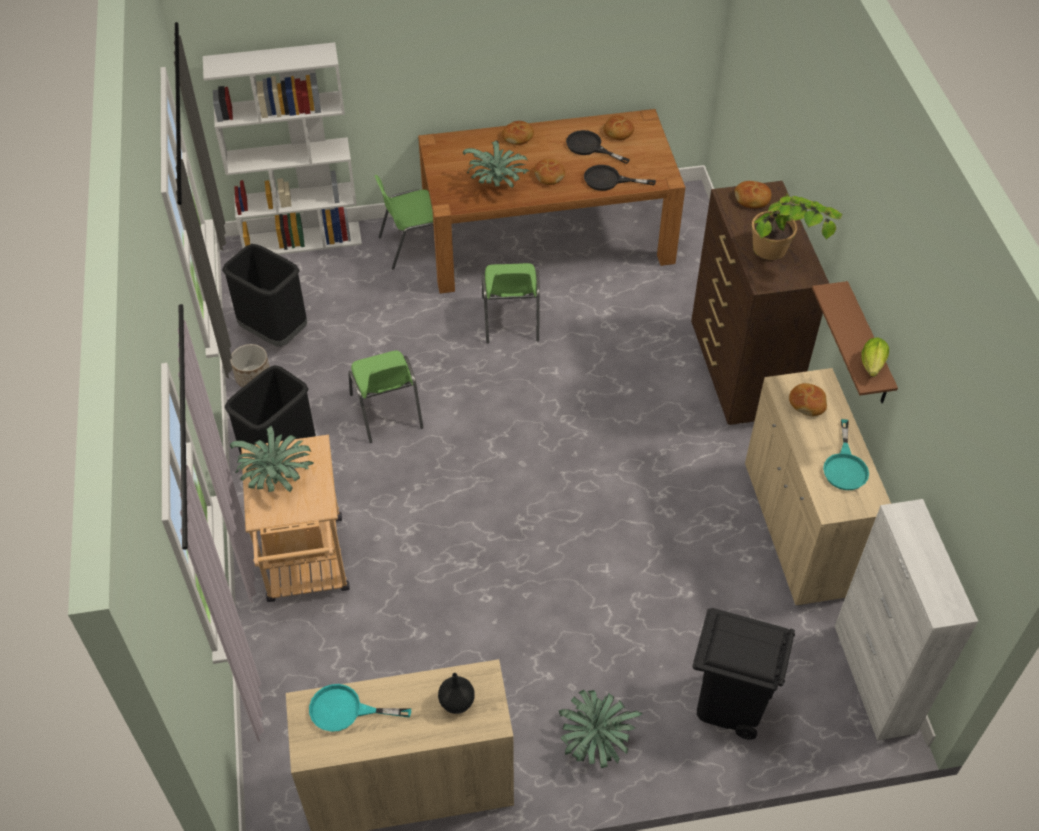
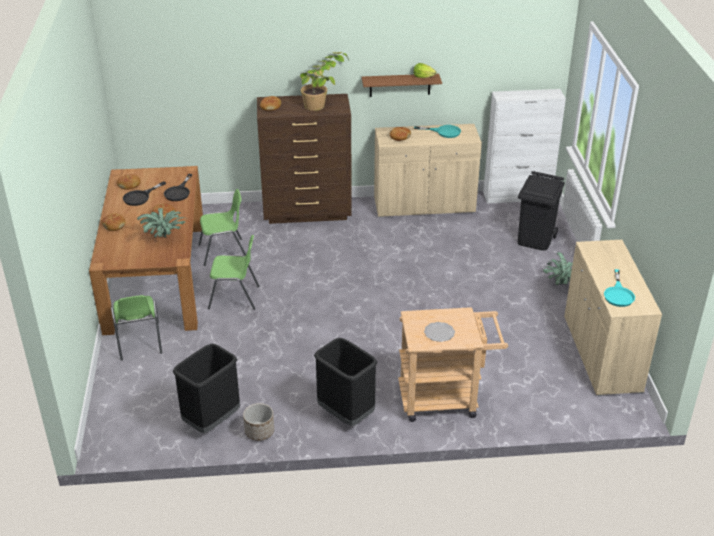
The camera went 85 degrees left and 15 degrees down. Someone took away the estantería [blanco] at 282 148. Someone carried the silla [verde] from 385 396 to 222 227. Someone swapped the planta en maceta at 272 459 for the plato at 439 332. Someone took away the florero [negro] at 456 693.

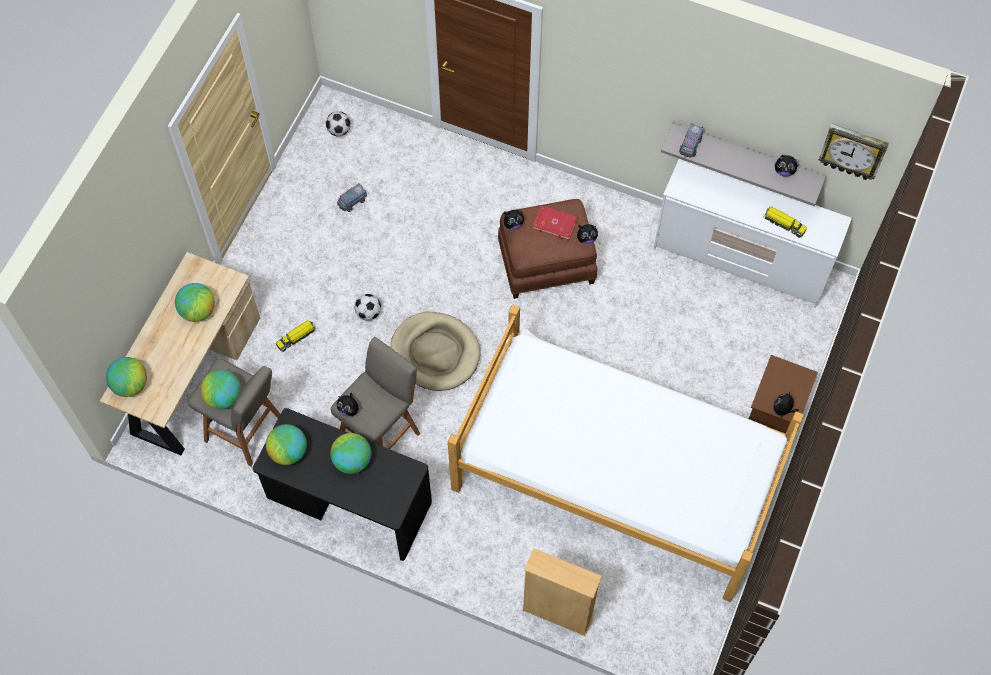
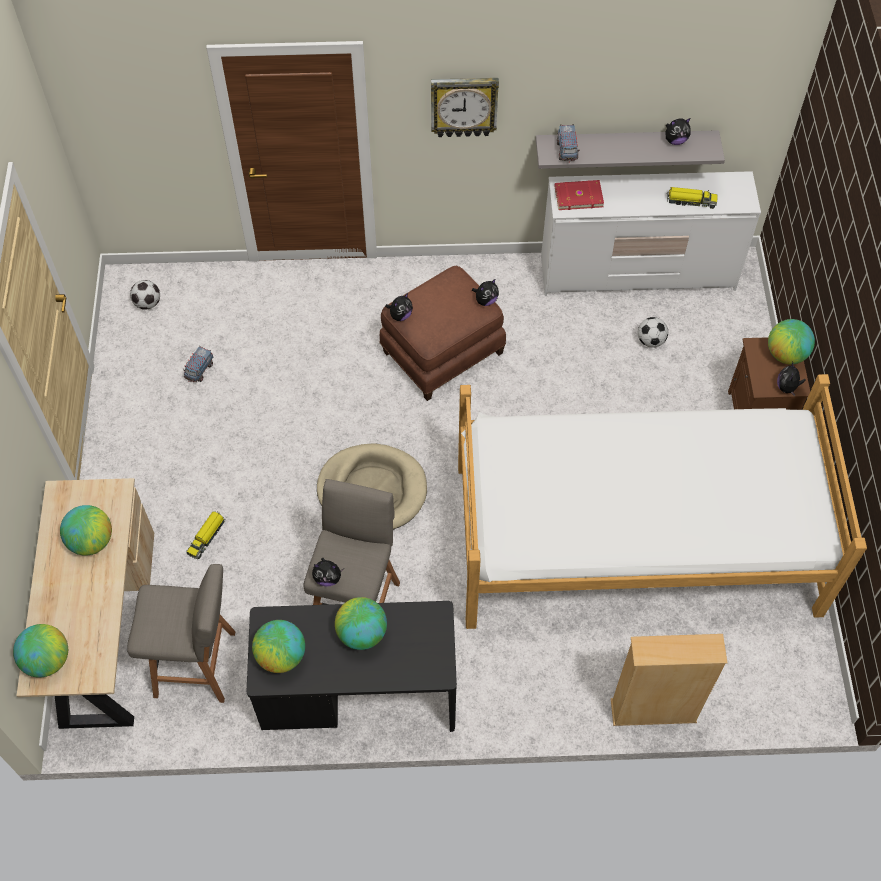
The camera went 25 degrees left and 5 degrees down. Someone carried the reloj de pared from 854 152 to 465 107. Someone carried the libro [rojo] from 555 223 to 579 195. Someone carried the balón de fútbol from 367 307 to 653 332. Someone carried the globo terráqueo from 221 389 to 791 341.

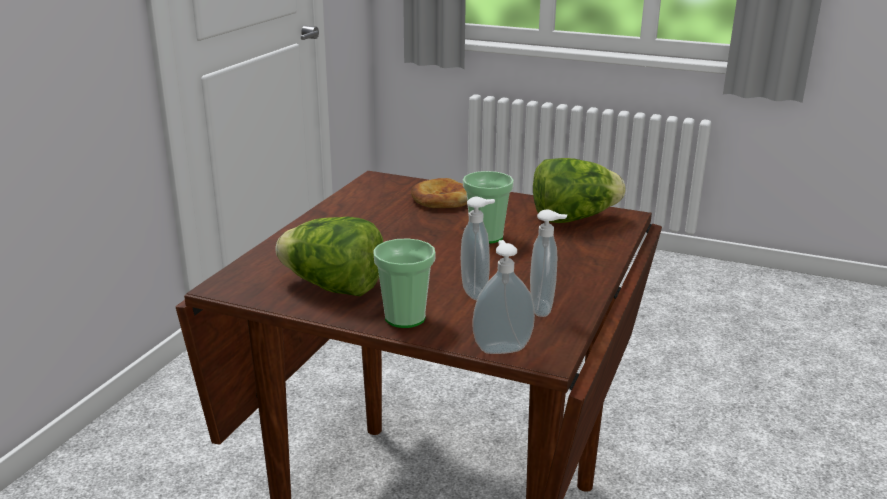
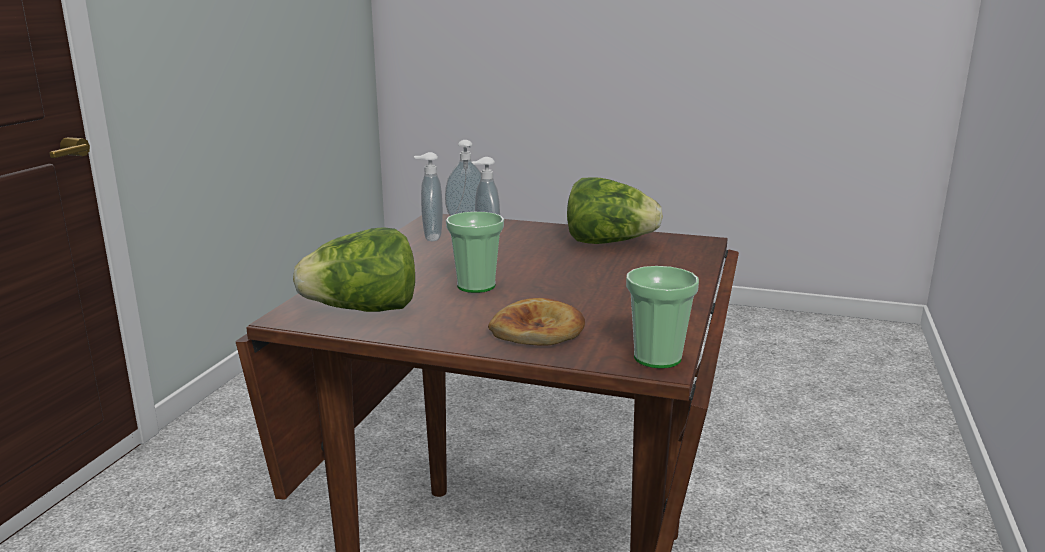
The camera went 175 degrees right and 5 degrees down. Someone carried the taza from 404 283 to 662 317.

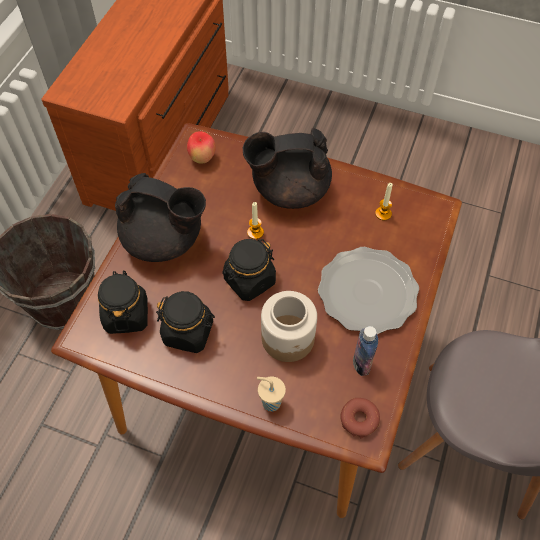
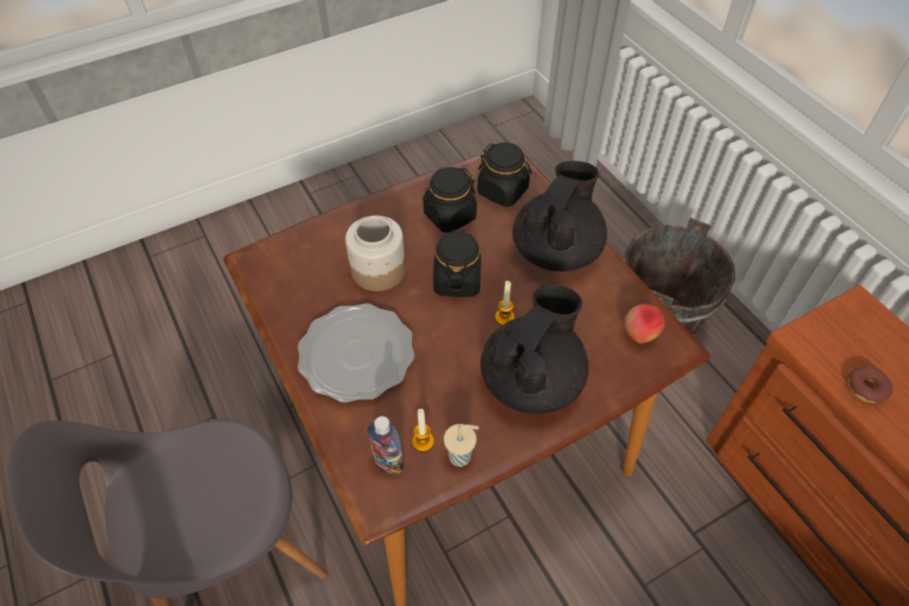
The camera went 130 degrees right and 5 degrees down. Someone rotated the tetera [negro] at 160 217 by 150 degrees clockwise. Someone carried the botella from 365 351 to 385 445. Someone carried the taza [beis] from 271 394 to 461 445. Someone carried the rosquilla from 360 418 to 870 385.

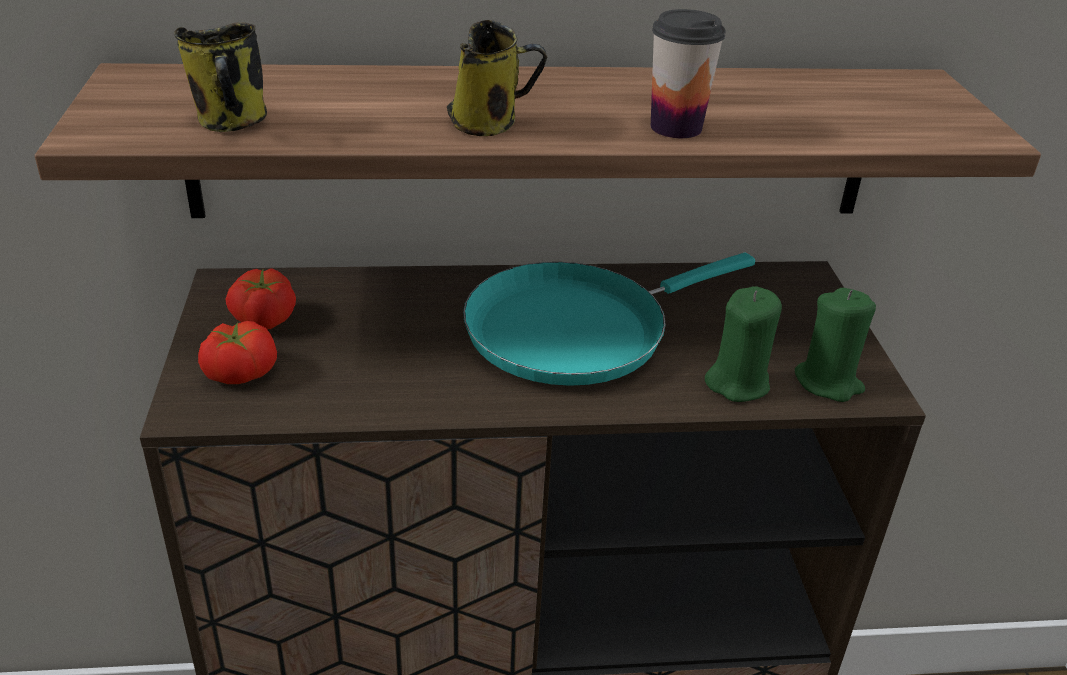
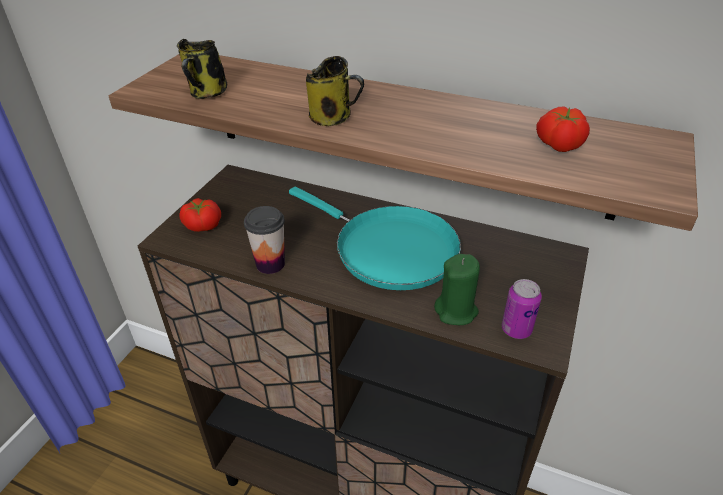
The camera went 30 degrees right and 5 degrees up. Someone carried the taza from 688 73 to 264 240. Someone rotated the sartén [turquesa] at 609 319 by 135 degrees counterclockwise. Someone carried the tomate from 260 299 to 563 129. Someone swapped the vela [verde] at 835 345 for the lata at 522 309.

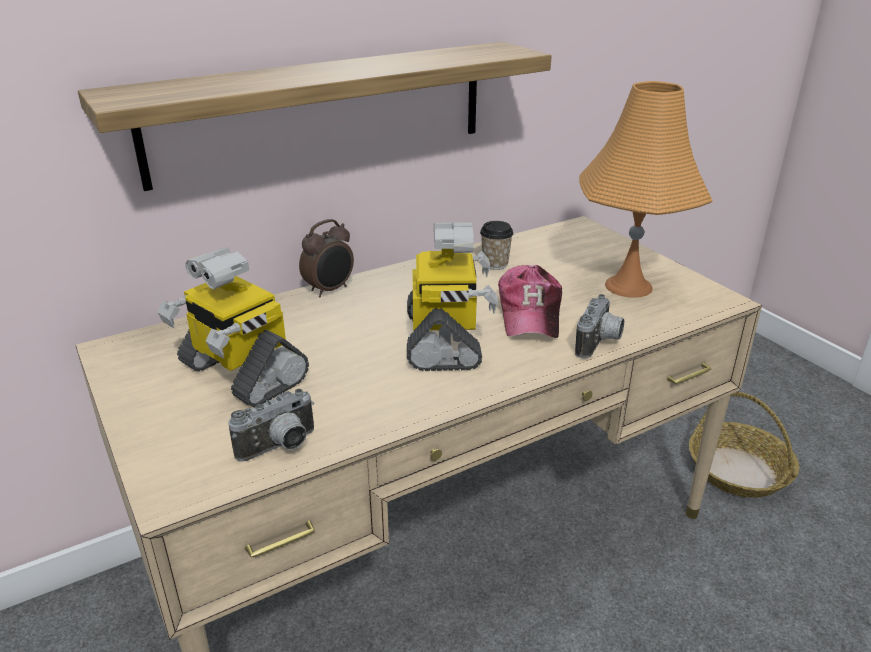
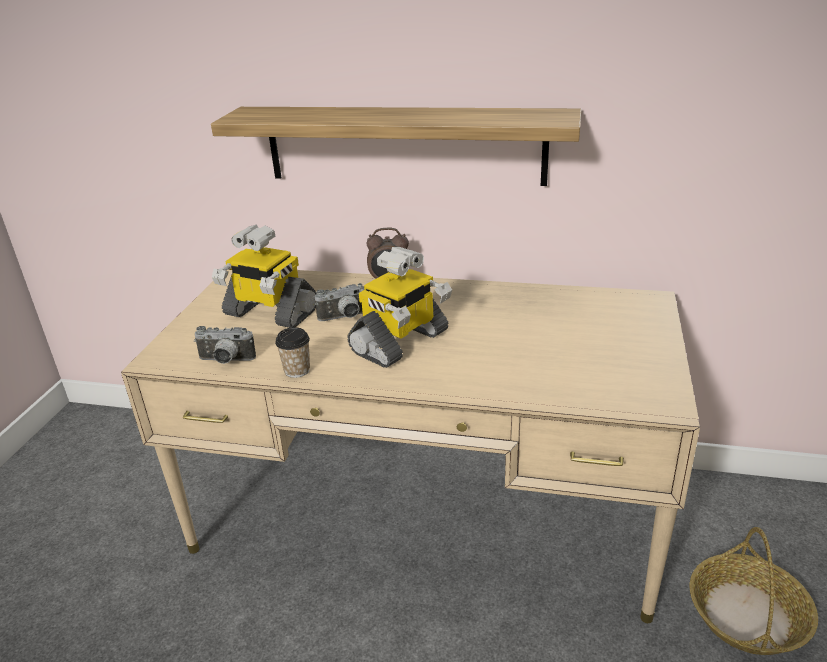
The camera went 45 degrees right and 0 degrees up. Someone took away the lámpara de mesa [naranja] at 645 189. Someone carried the taza from 496 245 to 292 352. Someone rotated the robot de juguete at 233 328 by 60 degrees counterclockwise. Someone took away the gorra at 530 301. Someone carried the cámara from 599 326 to 339 302.

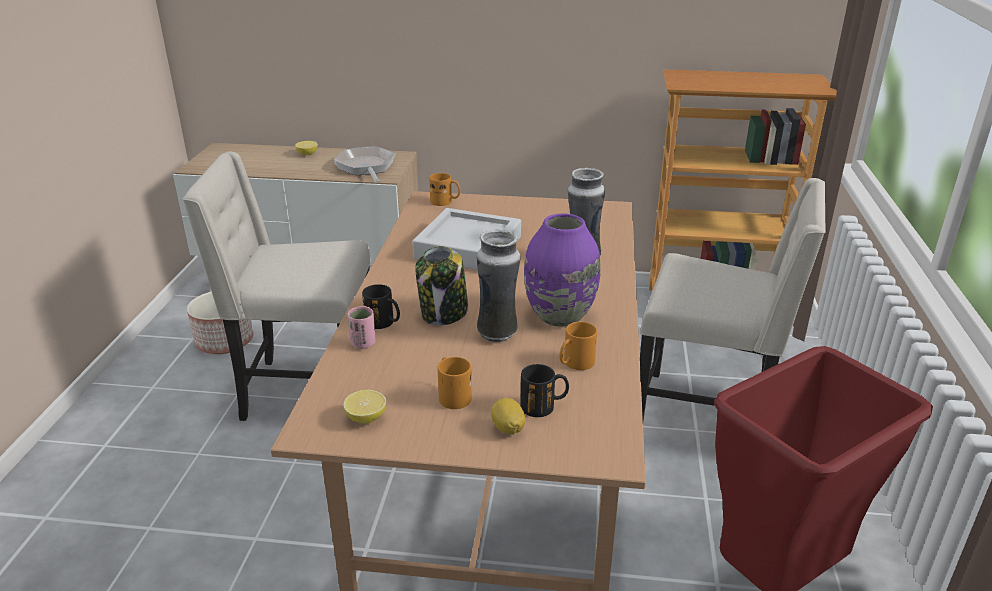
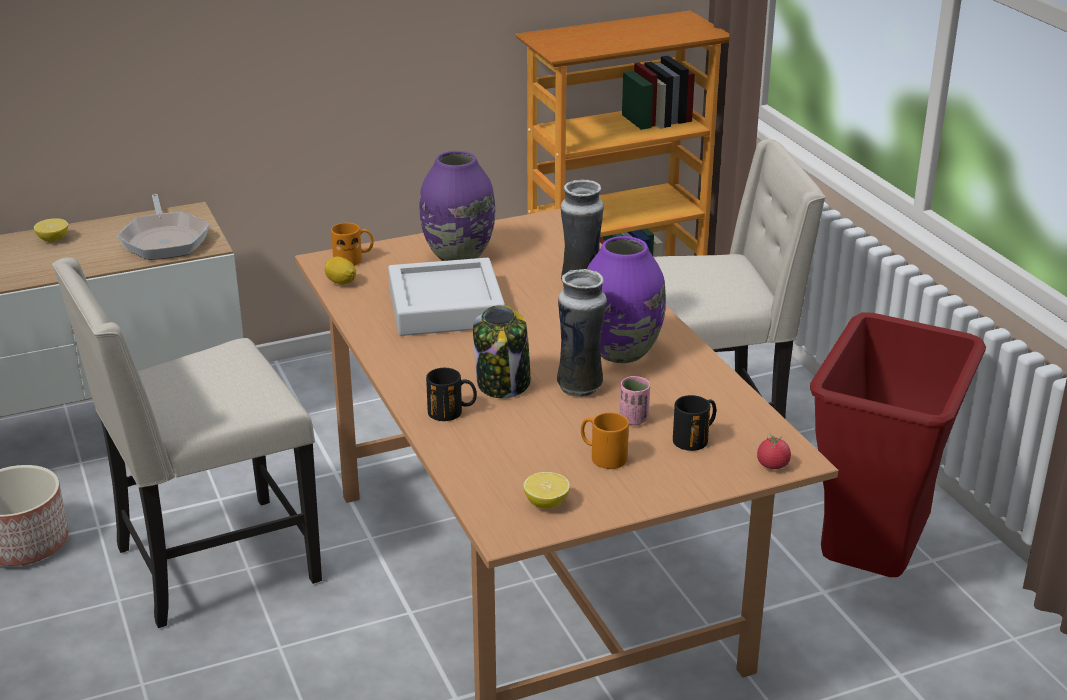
The camera went 30 degrees left and 0 degrees up. Someone rotated the sartén at 365 164 by 150 degrees counterclockwise. Someone carried the taza [rosa] from 362 327 to 634 400. Someone took away the taza grande [naranja] at 578 346. Someone carried the limón from 508 416 to 340 271. Someone put down the florero [morado] at 457 206. Someone put down the tomate at 774 451.

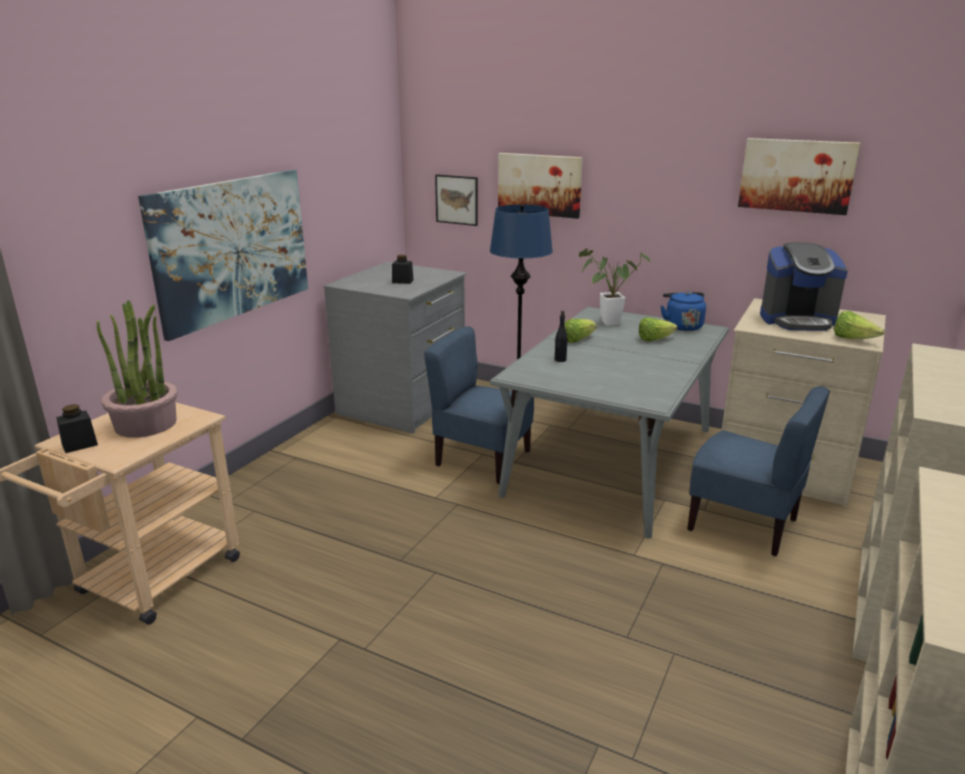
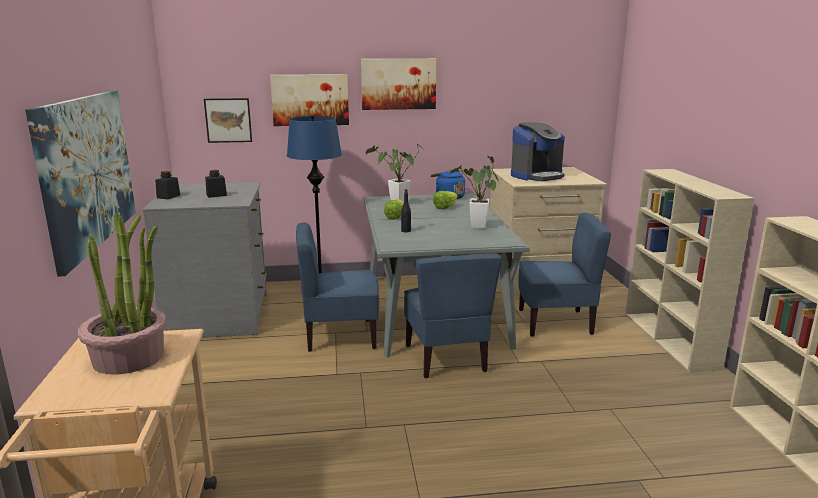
The camera went 35 degrees left and 5 degrees down. Someone carried the cuadro from 799 176 to 398 84. Someone took away the lechuga at 859 325. Someone carried the tarro [negro] from 77 428 to 167 185. Someone put down the planta en maceta at 474 192. Someone put down the silla [azul] at 453 316.

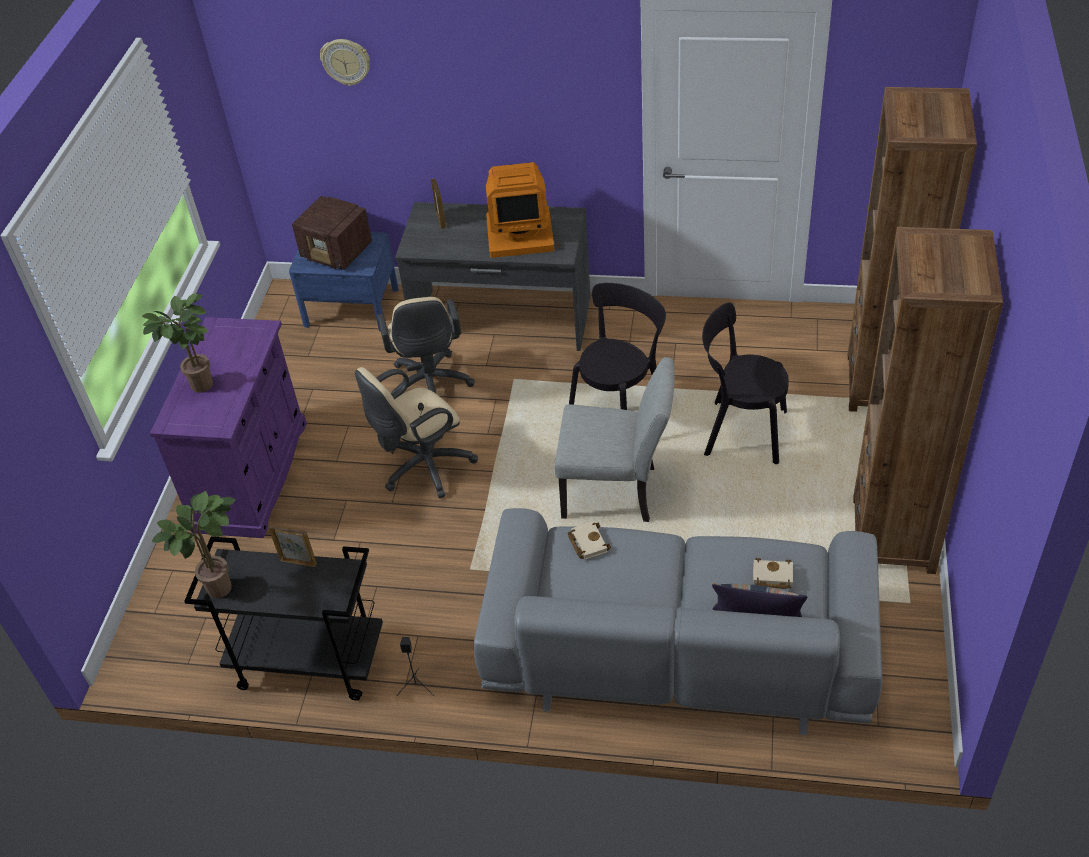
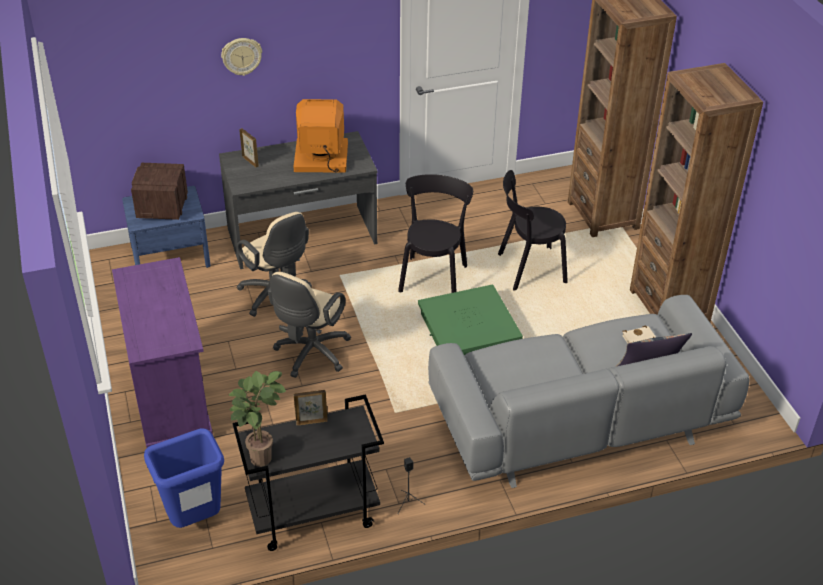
The camera went 30 degrees left and 5 degrees down. Someone carried the reloj de pared from 345 62 to 241 57. Someone rotated the monitor at 520 210 by 150 degrees counterclockwise. Someone rotated the radio at 332 233 by 90 degrees clockwise. Someone took away the planta en maceta at 177 343. Someone swapped the silla [gris] at 614 439 for the caja de almacenaje [verde] at 470 319. Someone took away the libro [beis] at 589 540. Someone put down the papelera [azul] at 184 478.

